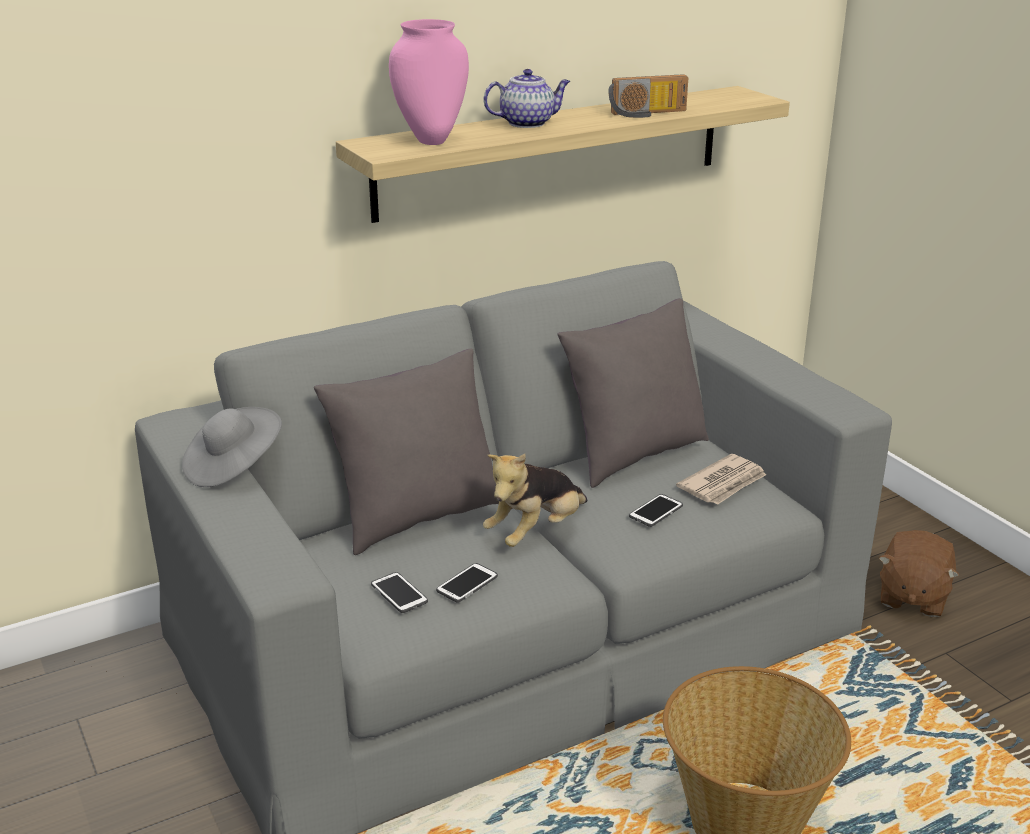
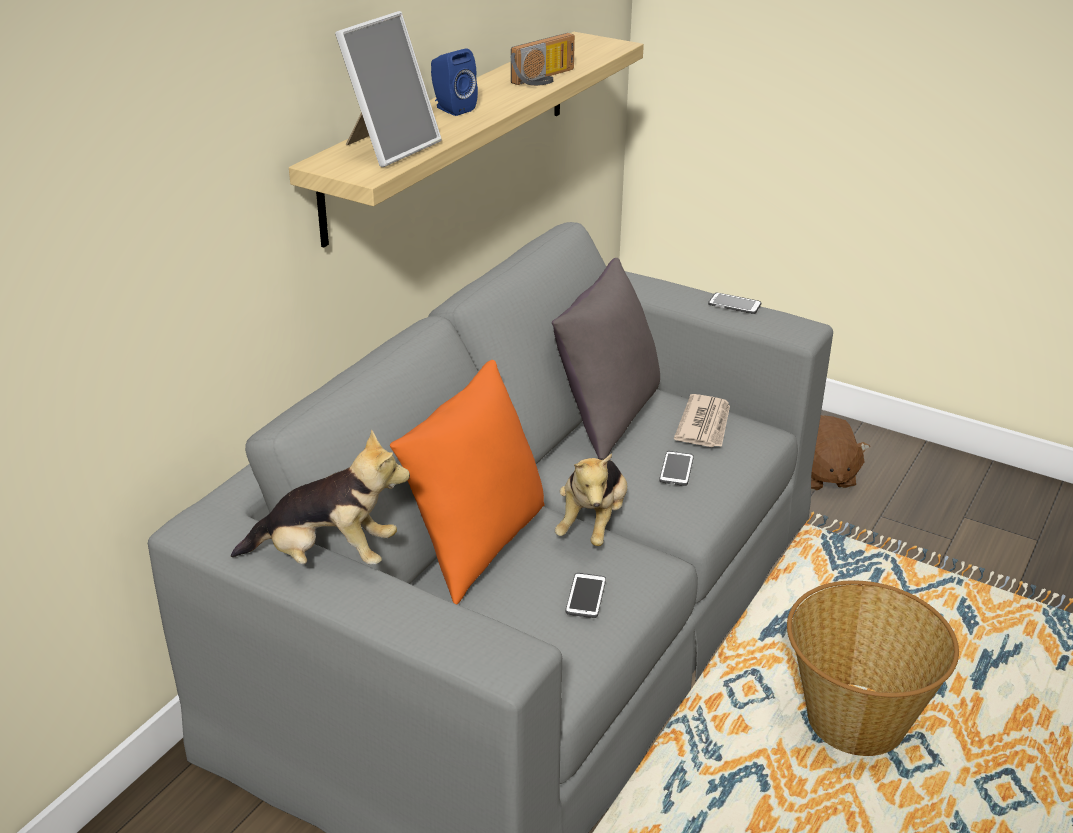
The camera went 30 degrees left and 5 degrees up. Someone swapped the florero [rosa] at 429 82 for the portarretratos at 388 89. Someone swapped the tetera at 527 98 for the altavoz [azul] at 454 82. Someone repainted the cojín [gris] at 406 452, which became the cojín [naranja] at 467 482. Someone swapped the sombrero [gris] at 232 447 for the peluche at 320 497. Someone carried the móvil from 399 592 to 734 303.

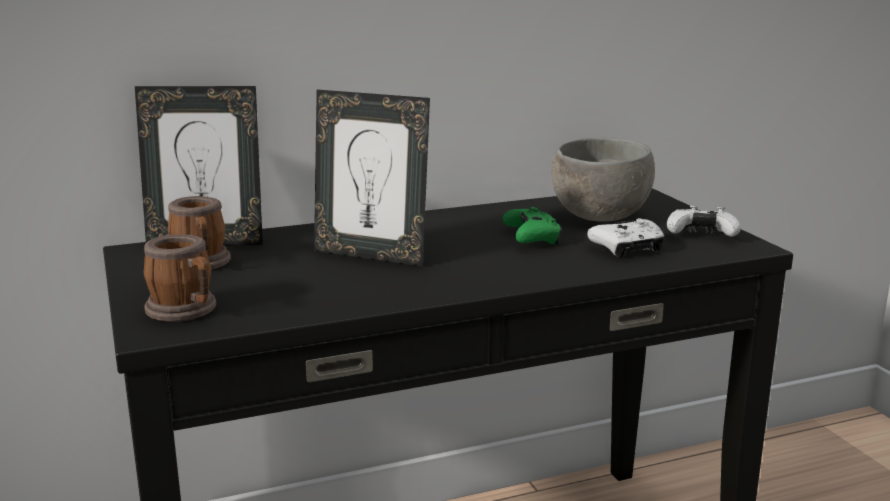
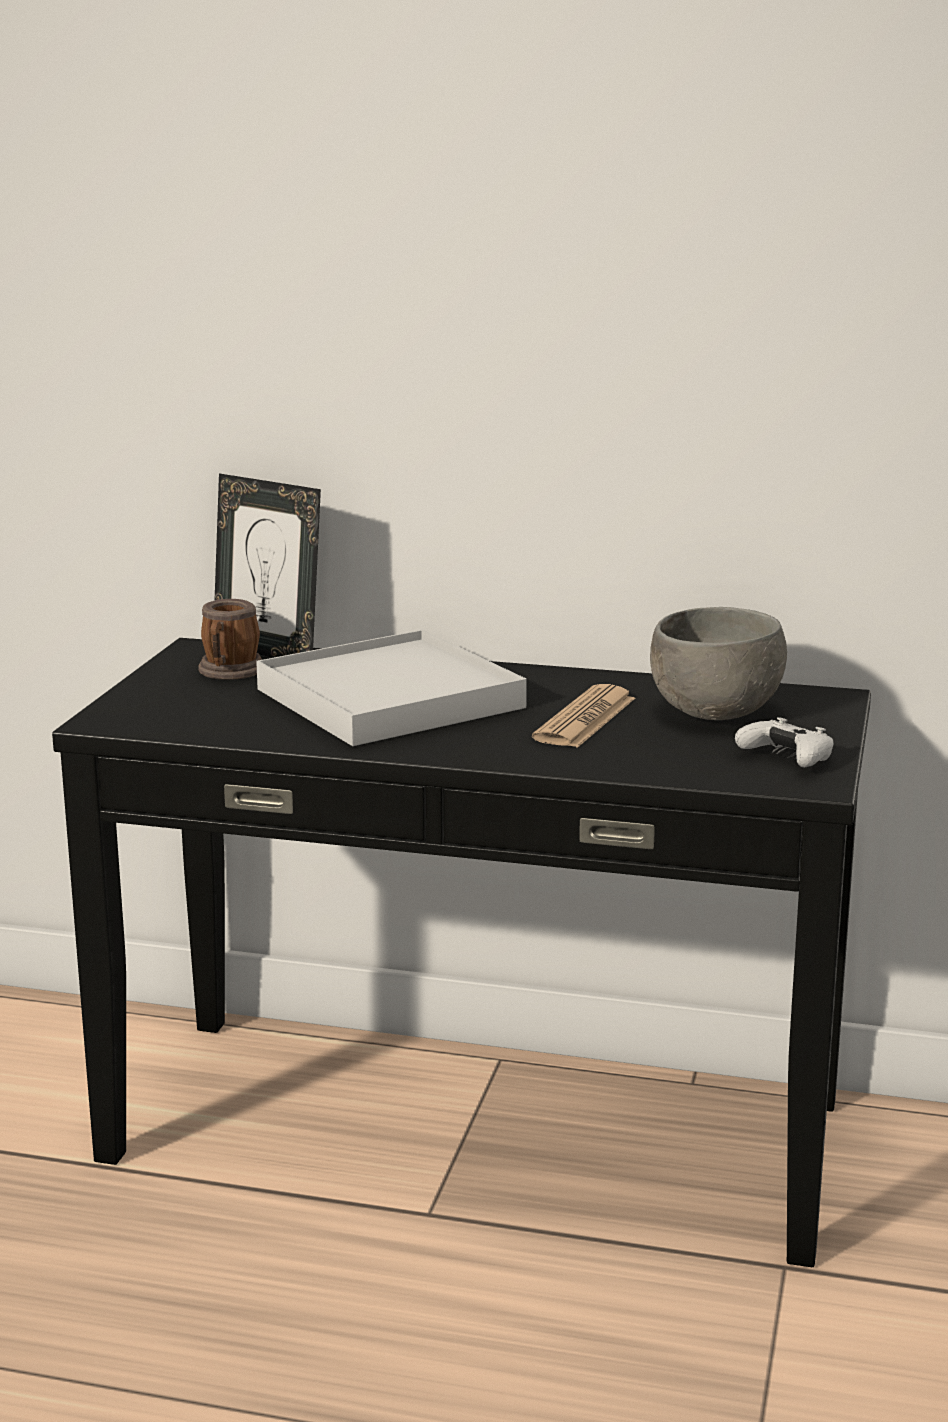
The camera went 35 degrees right and 0 degrees up. Someone swapped the portarretratos at 372 178 for the bandeja [blanco] at 391 688. Someone swapped the mando de consola [verde] at 532 225 for the periódico at 583 716. Someone took away the mando de consola [blanco] at 625 238. Someone took away the taza grande at 180 278.

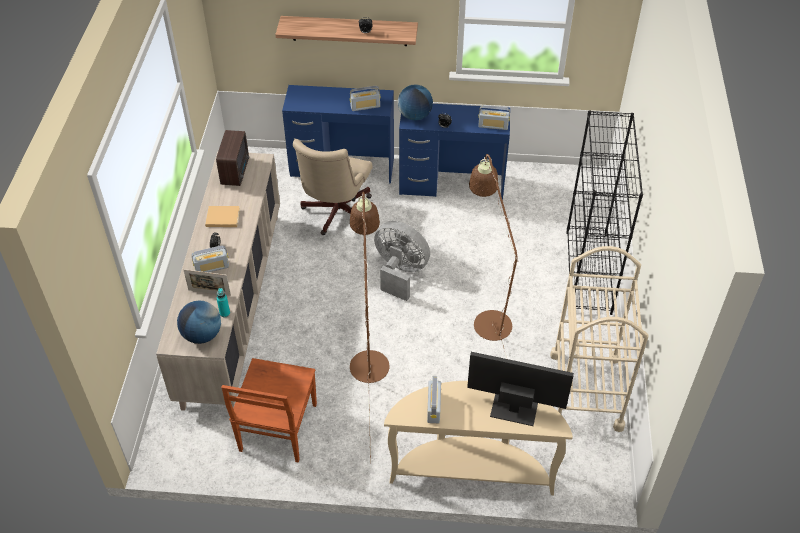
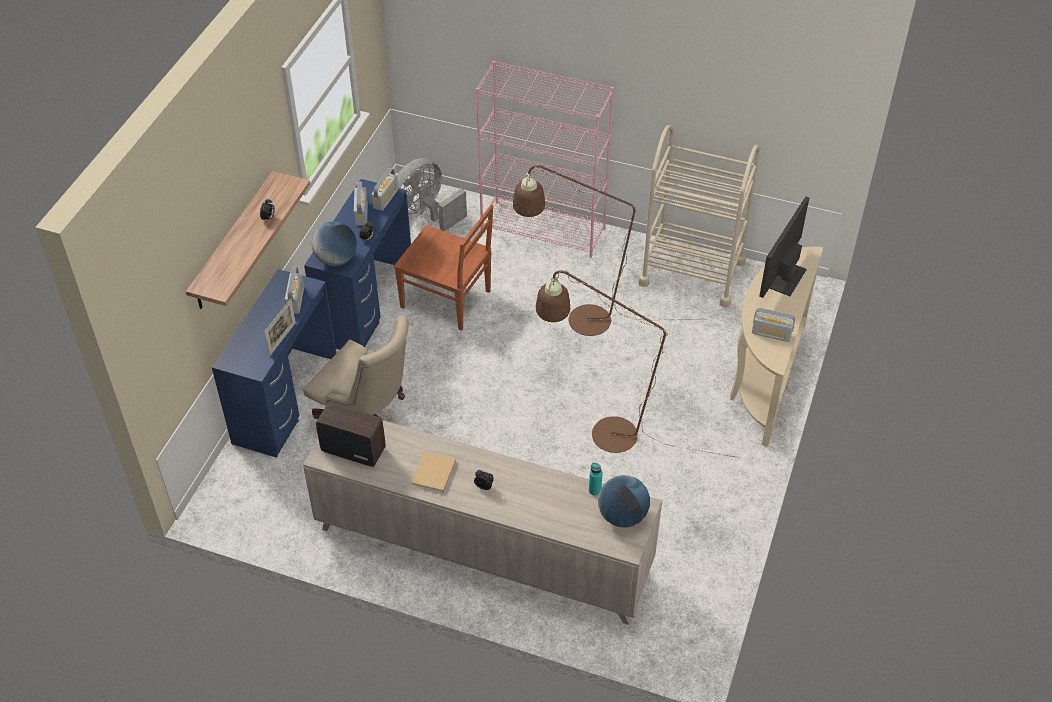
The camera went 75 degrees left and 0 degrees up. Someone repainted the estantería [negro] at 604 213, which became the estantería [rosa] at 545 159. Someone carried the ventilador [gris] from 402 261 to 432 194. Someone carried the radio from 210 258 to 361 204. Someone carried the portarretratos from 207 282 to 280 327. Someone carried the silla [marrón] from 269 410 to 443 268.

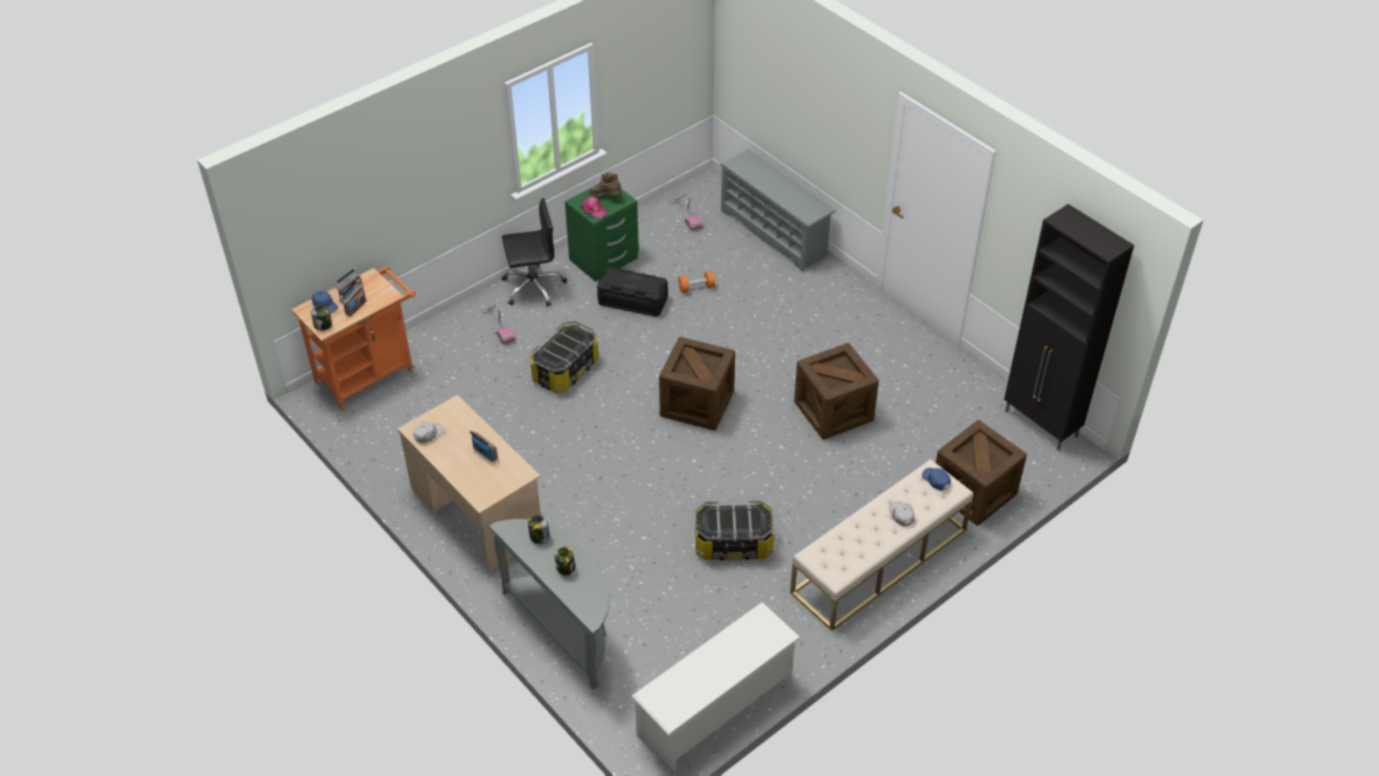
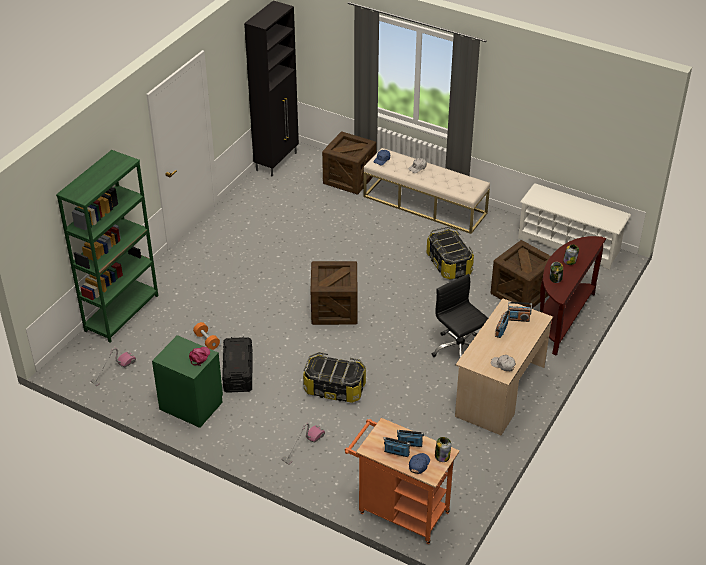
The camera went 110 degrees left and 5 degrees down. Someone swapped the zapatero [gris] at 778 210 for the estantería [verde] at 107 246. Someone took away the bota [marrón] at 606 184. Someone carried the silla de oficina [negro] from 534 252 to 460 316. Someone carried the caja de embalaje from 836 391 to 521 274. Someone repainted the mesa consola [gris] at 549 604, which became the mesa consola [marrón] at 573 296. Someone put down the radio at 520 312.

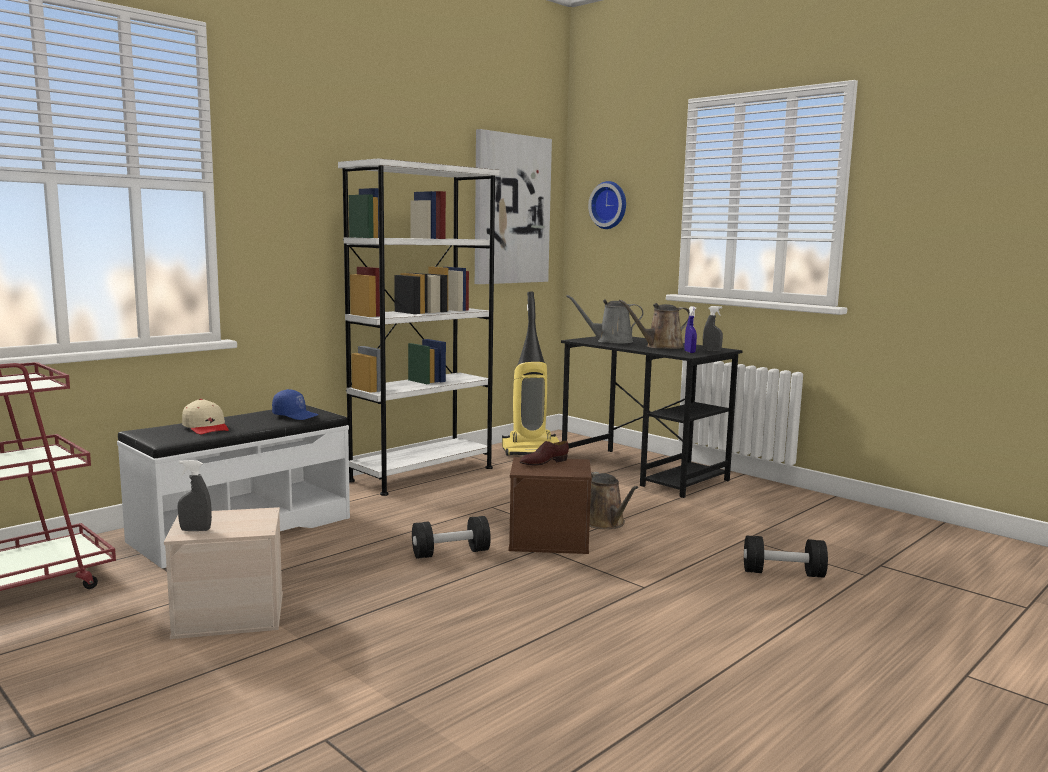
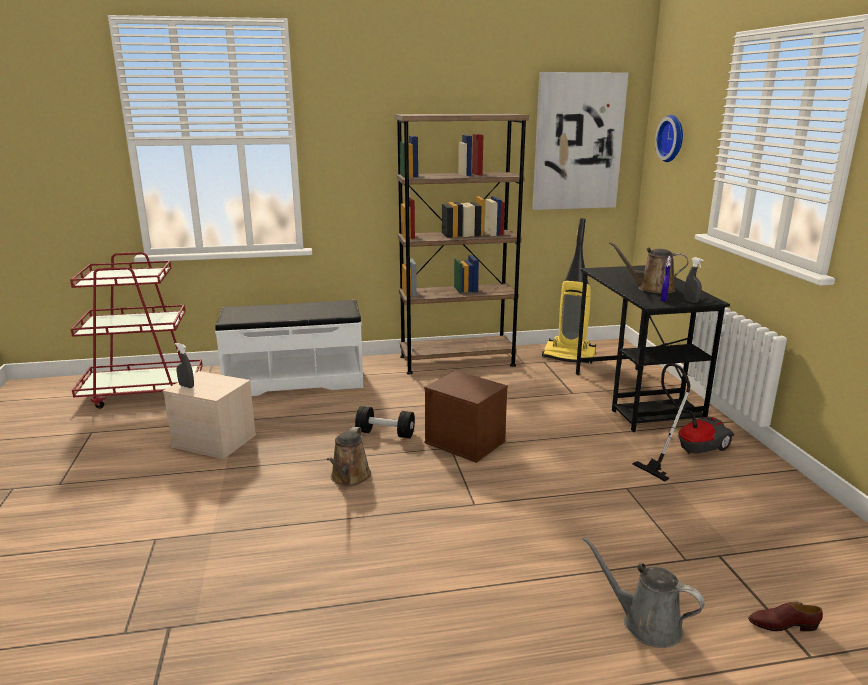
The camera went 35 degrees right and 10 degrees up. Someone repainted the estantería [blanco] at 418 327, which became the estantería [marrón] at 462 244. Someone carried the regadera [gris] from 605 319 to 643 592. Someone took away the gorra [azul] at 295 404. Someone took away the gorra [beis] at 205 417. Someone carried the zapato [marrón] from 544 453 to 785 616. Someone carried the regadera [marrón] from 614 500 to 349 456. Someone took away the mancuerna [negro] at 786 556. Someone put down the aspiradora at 683 422.

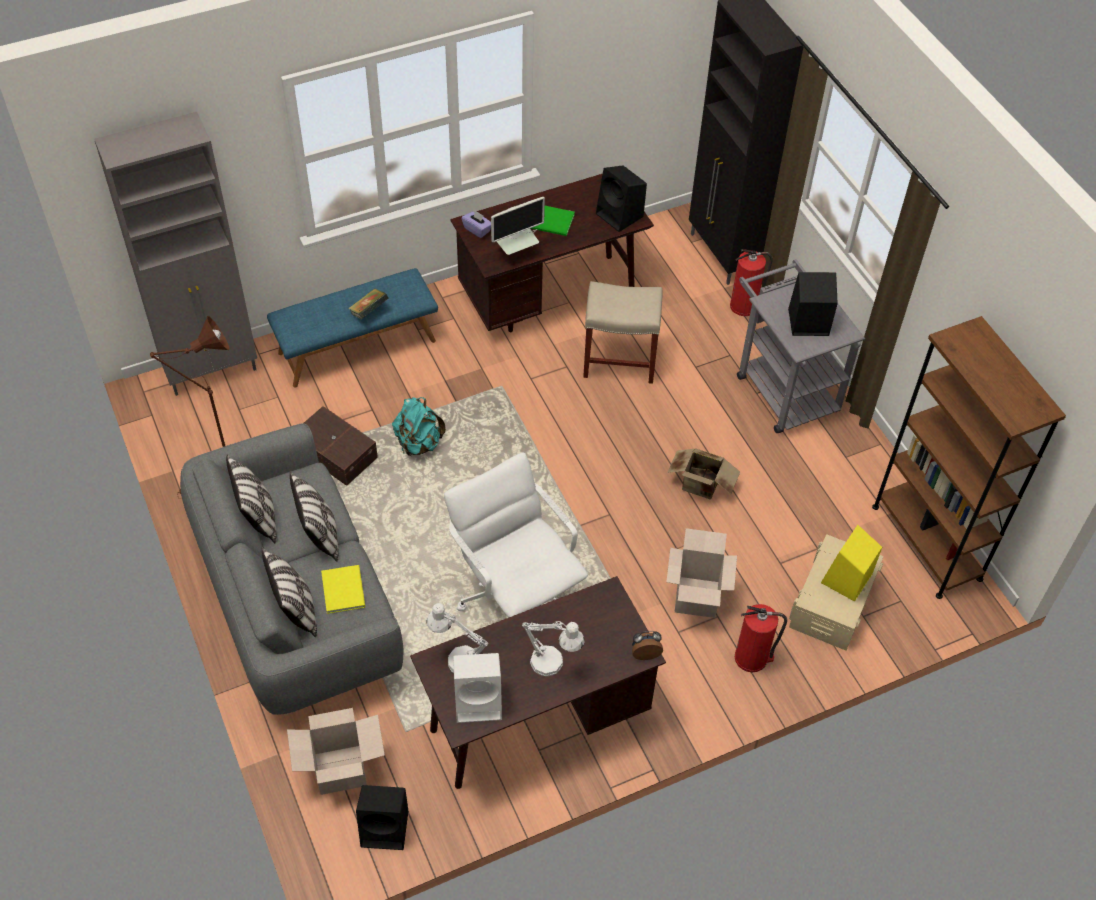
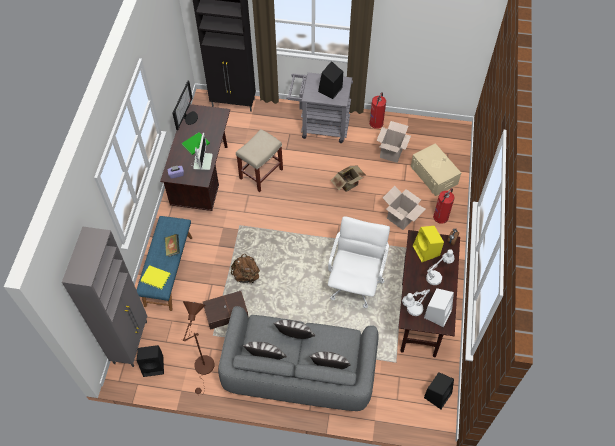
The camera went 55 degrees left and 5 degrees up. Someone carried the altavoz [negro] from 621 198 to 150 361. Someone carried the extintor from 751 282 to 377 110. Someone took away the estantería [marrón] at 969 457. Someone repainted the mochila [turquesa] at 419 427, which became the mochila [marrón] at 245 268. Someone rotated the silla de oficina [blanco] at 516 534 by 105 degrees clockwise. Someone carried the altavoz [amarillo] from 851 563 to 428 244. Someone carried the libro [amarillo] from 343 589 to 155 277. Someone carried the caja de cartón from 336 751 to 393 142. Someone put down the monitor at 185 105.

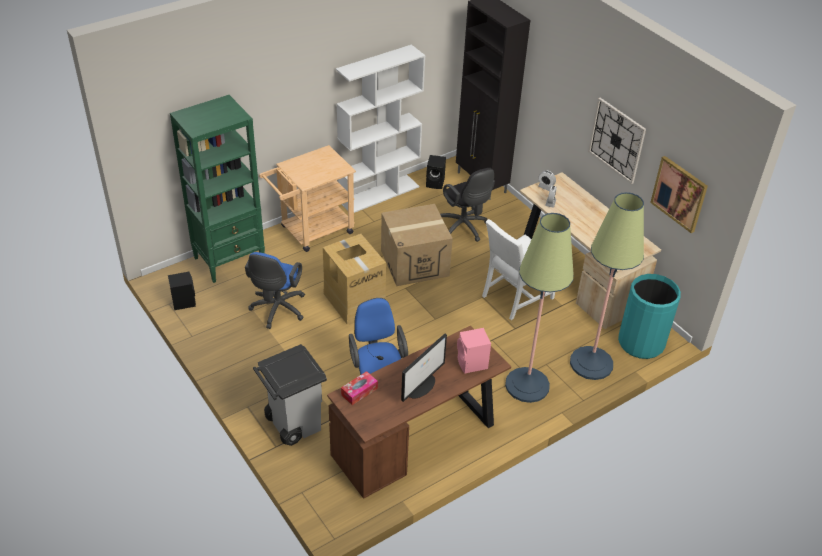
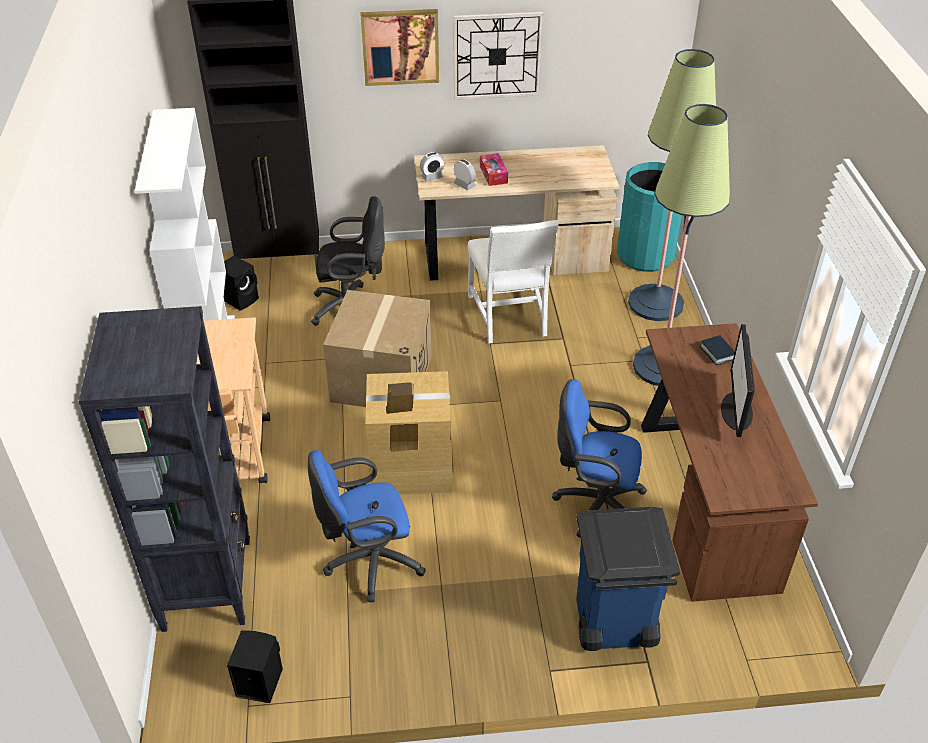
The camera went 60 degrees left and 0 degrees up. Someone repainted the estantería [verde] at 217 189, which became the estantería [negro] at 164 469. Someone carried the cuadro from 679 194 to 399 47. Someone rotated the silla de oficina [azul] at 275 290 by 120 degrees clockwise. Someone swapped the altavoz [rosa] at 474 350 for the libro at 717 350. Someone rotated the monitor at 424 368 by 150 degrees counterclockwise. Someone repainted the papelera [gris] at 290 395, which became the papelera [azul] at 628 579. Someone carried the caja de pañuelos from 359 388 to 494 169.

